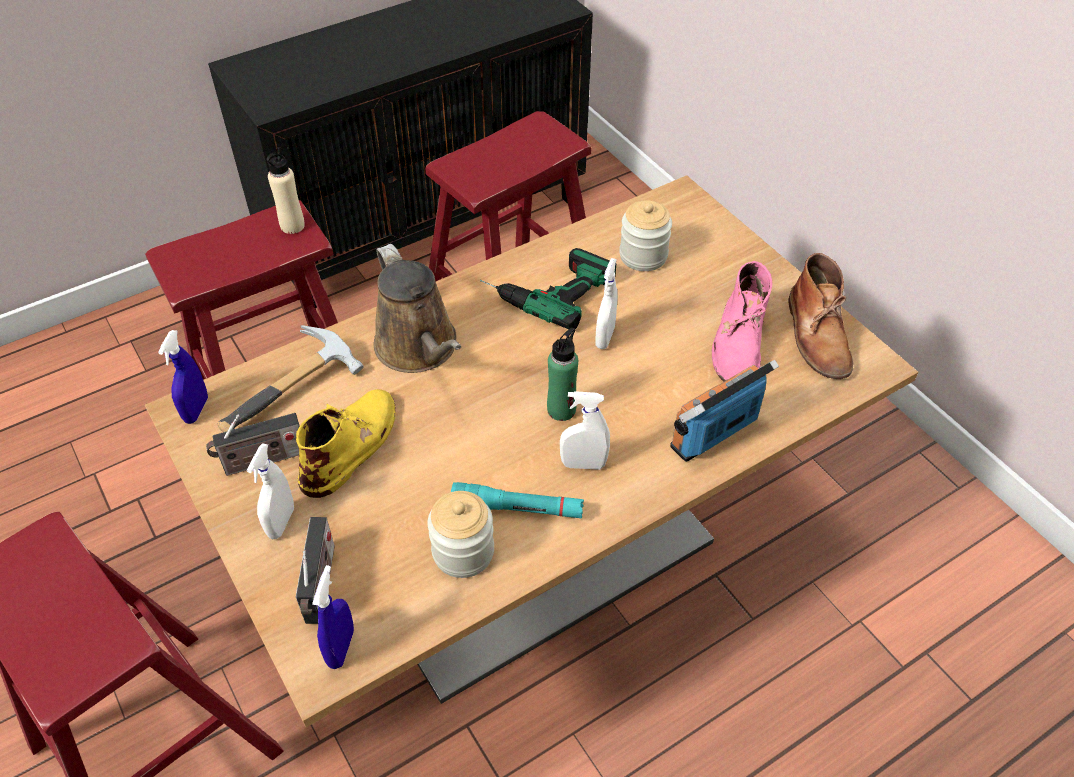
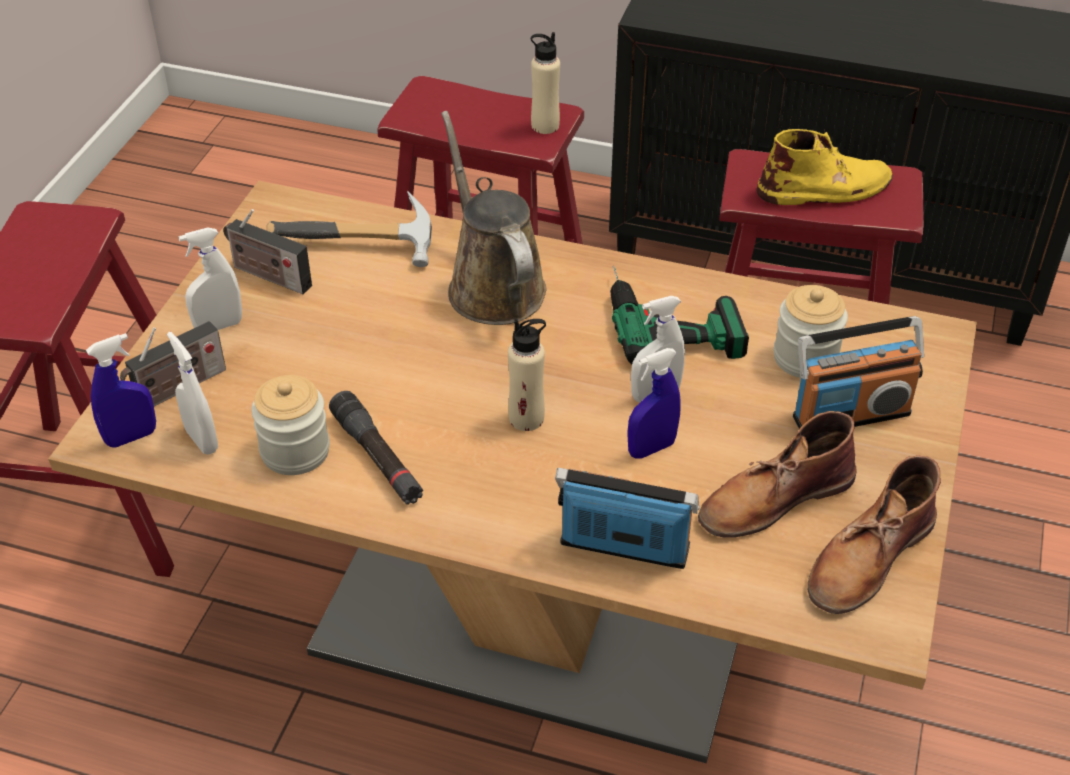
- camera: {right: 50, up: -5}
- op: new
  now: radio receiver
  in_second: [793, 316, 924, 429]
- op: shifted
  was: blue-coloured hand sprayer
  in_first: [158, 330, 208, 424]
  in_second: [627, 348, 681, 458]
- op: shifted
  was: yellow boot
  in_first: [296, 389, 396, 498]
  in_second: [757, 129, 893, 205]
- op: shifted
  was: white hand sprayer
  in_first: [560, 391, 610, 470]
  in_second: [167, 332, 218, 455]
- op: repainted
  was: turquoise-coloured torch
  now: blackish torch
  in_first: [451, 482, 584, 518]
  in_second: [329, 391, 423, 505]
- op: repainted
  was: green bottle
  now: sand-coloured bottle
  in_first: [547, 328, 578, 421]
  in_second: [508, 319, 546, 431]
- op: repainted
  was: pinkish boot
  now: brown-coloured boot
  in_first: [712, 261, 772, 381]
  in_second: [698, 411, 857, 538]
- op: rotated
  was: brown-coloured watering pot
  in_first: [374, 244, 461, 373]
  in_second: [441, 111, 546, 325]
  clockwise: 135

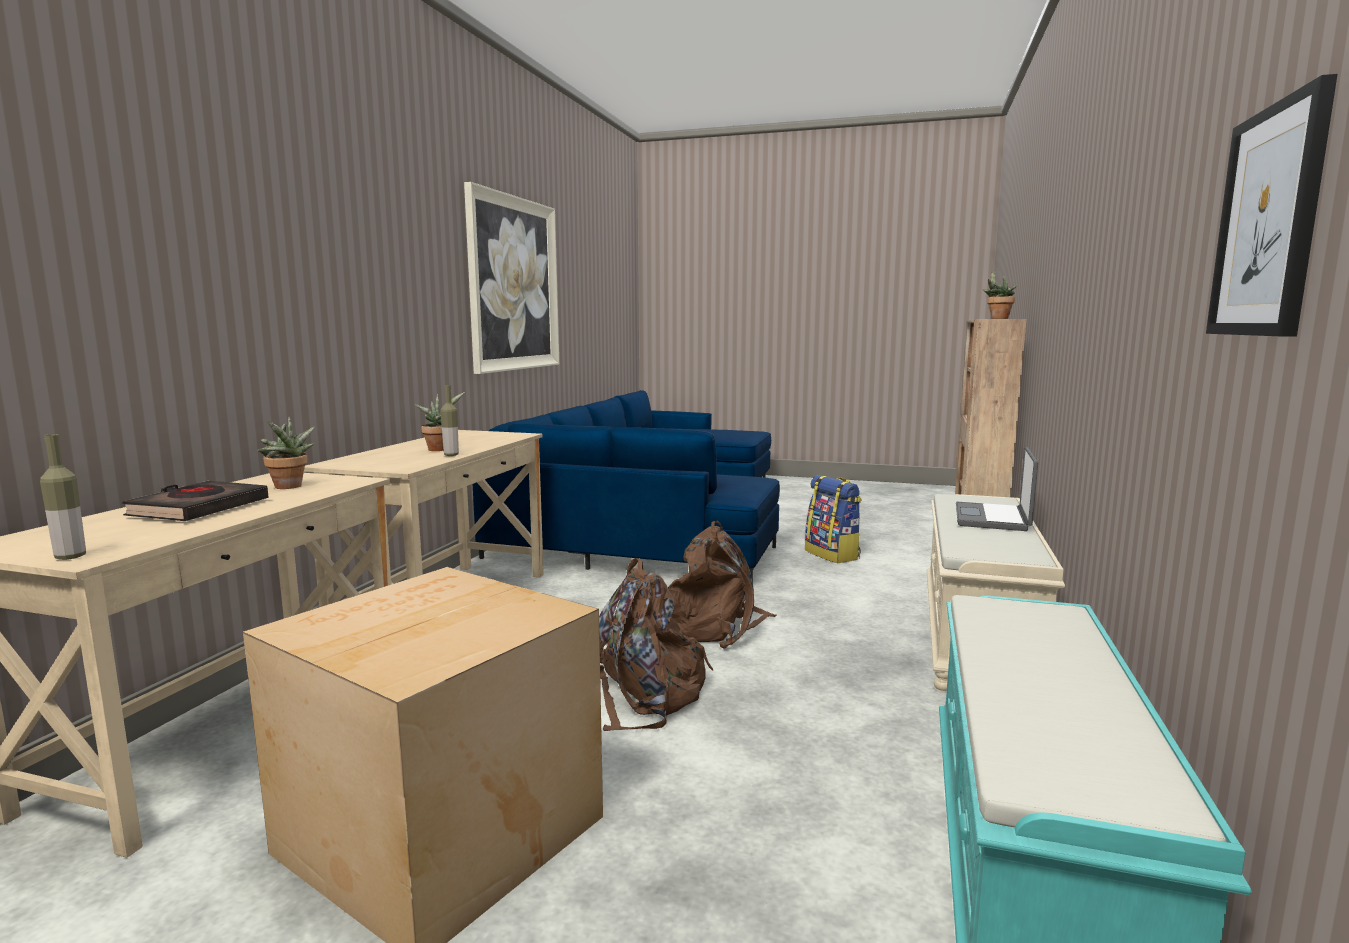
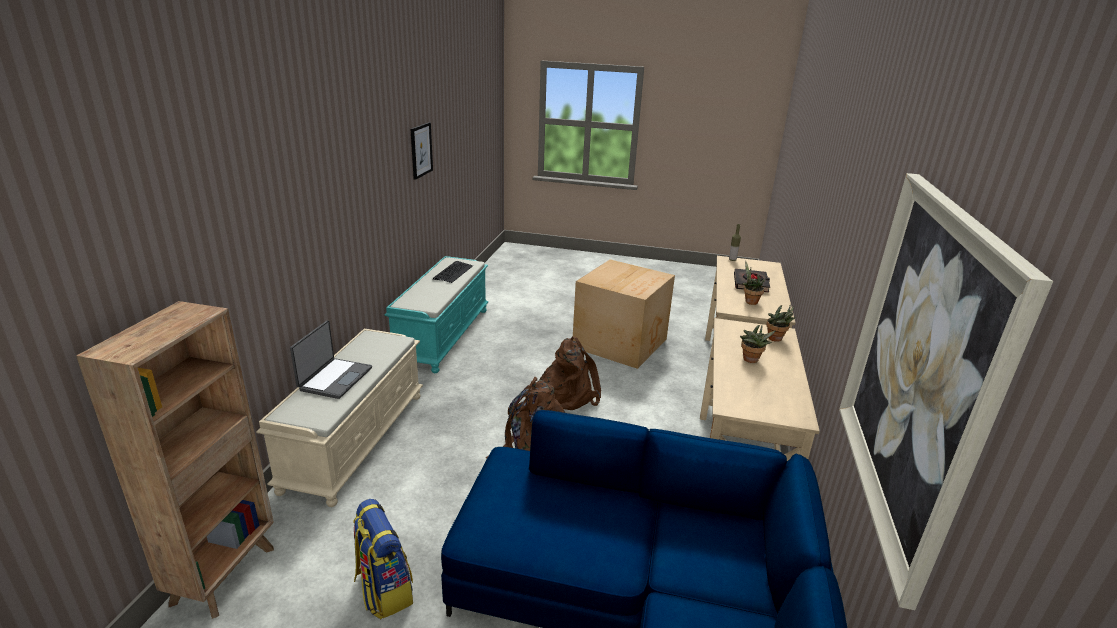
- camera: {right: 175, up: 15}
- op: gone
  was: bottle
  in_first: [440, 385, 459, 456]
- op: new
  now: computer keyboard
  in_second: [433, 261, 473, 283]
- op: shifted
  was: potted plant
  in_first: [983, 270, 1017, 319]
  in_second: [766, 304, 796, 342]

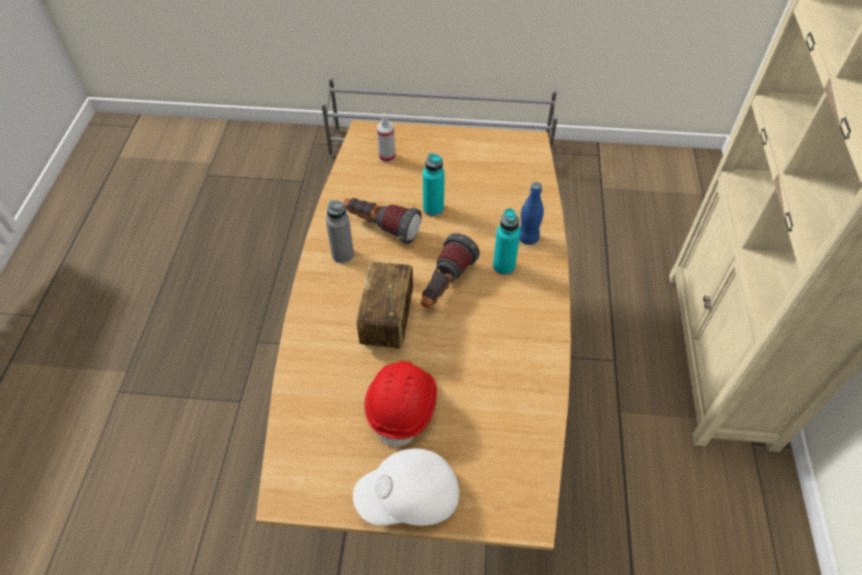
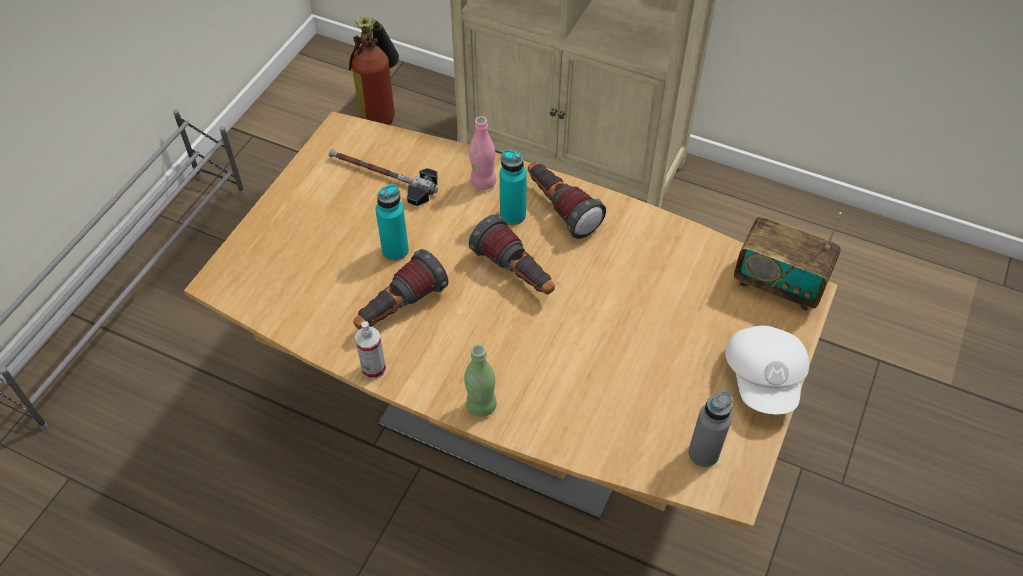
- camera: {right: -70, up: 0}
- op: gone
  was: red-coloured work helmet
  in_first: [364, 361, 437, 449]
- op: new
  now: tool hammer
  in_second: [329, 149, 438, 206]
- op: new
  now: fire-fighting cylinder
  in_second: [349, 16, 399, 125]
- op: new
  now: green bottle
  in_second: [464, 344, 497, 417]
- op: new
  now: torch
  in_second: [528, 162, 606, 239]
- op: shifted
  was: greyish bottle
  in_first: [326, 200, 354, 263]
  in_second: [688, 390, 733, 467]
- op: shifted
  was: radio receiver
  in_first: [357, 261, 413, 350]
  in_second: [734, 212, 842, 311]
- op: shifted
  was: hand sprayer
  in_first: [377, 113, 396, 163]
  in_second: [355, 321, 386, 379]
- op: repainted
  was: blue-coloured bottle
  now: pinkish bottle
  in_first: [519, 182, 544, 245]
  in_second: [469, 116, 496, 190]

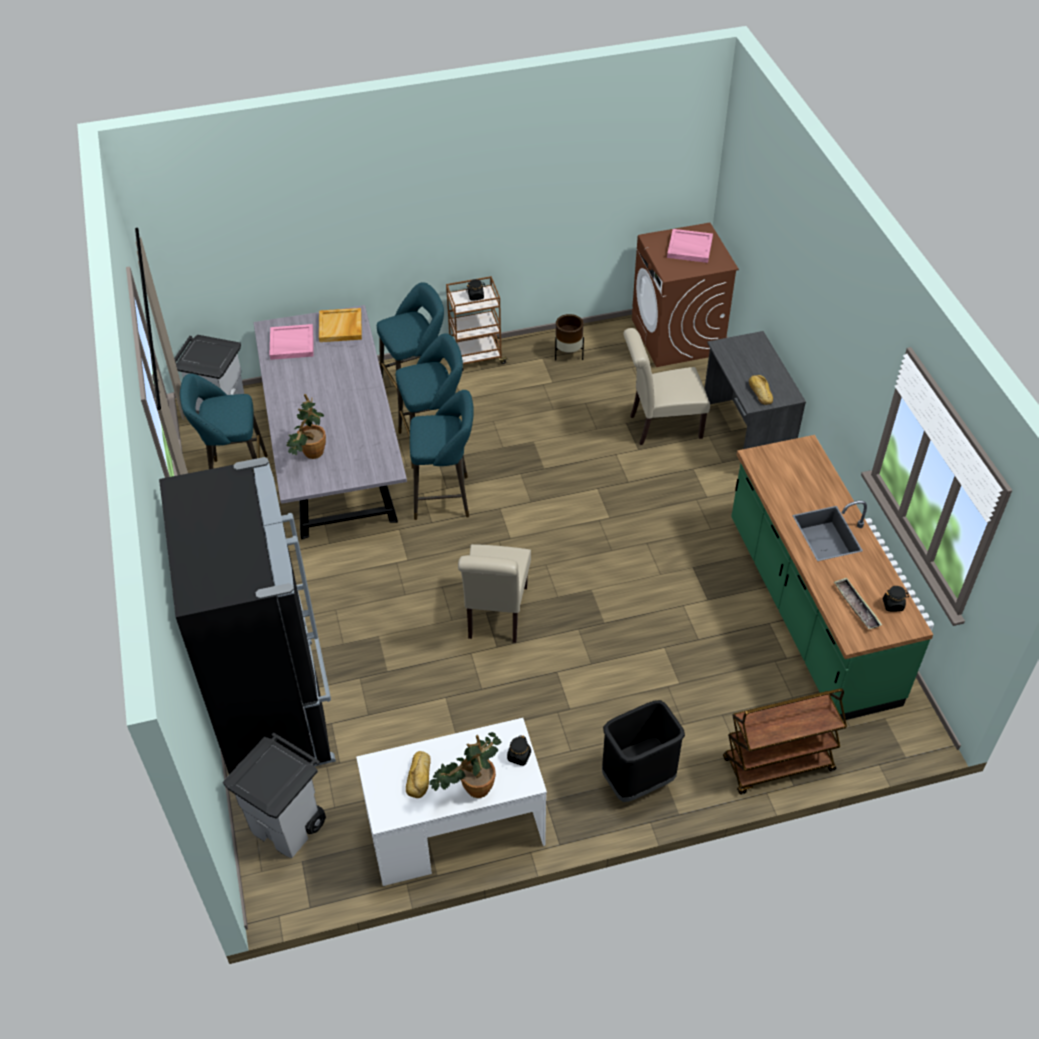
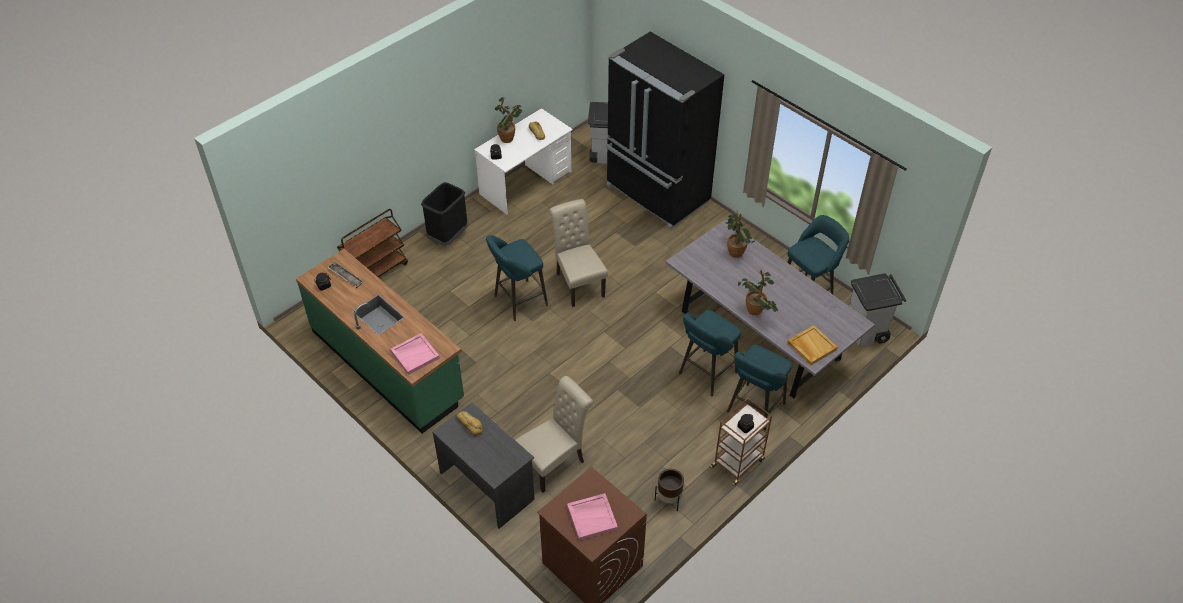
- camera: {right: 150, up: 0}
- op: new
  now: potted plant
  in_second: [738, 270, 778, 315]
- op: shifted
  was: pinkish tray
  in_first: [269, 324, 313, 360]
  in_second: [390, 333, 440, 375]
- op: shifted
  was: turquoise-coloured stool
  in_first: [410, 390, 474, 520]
  in_second: [486, 235, 548, 321]

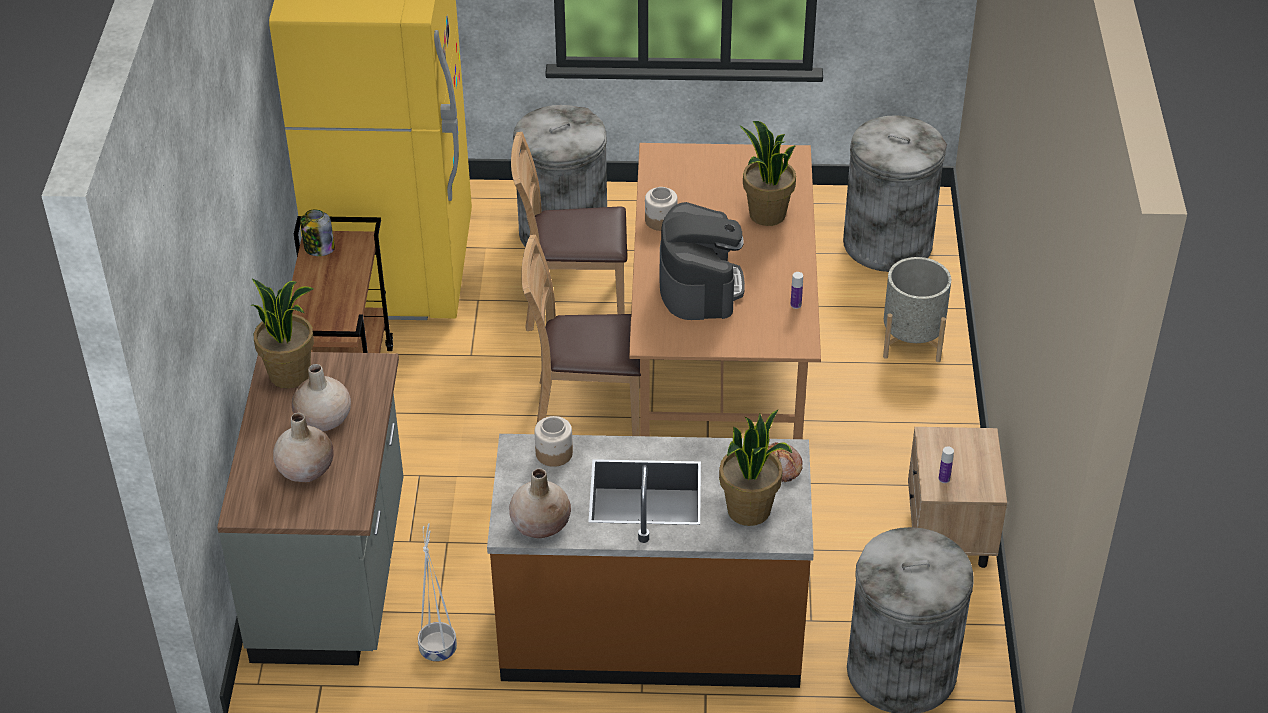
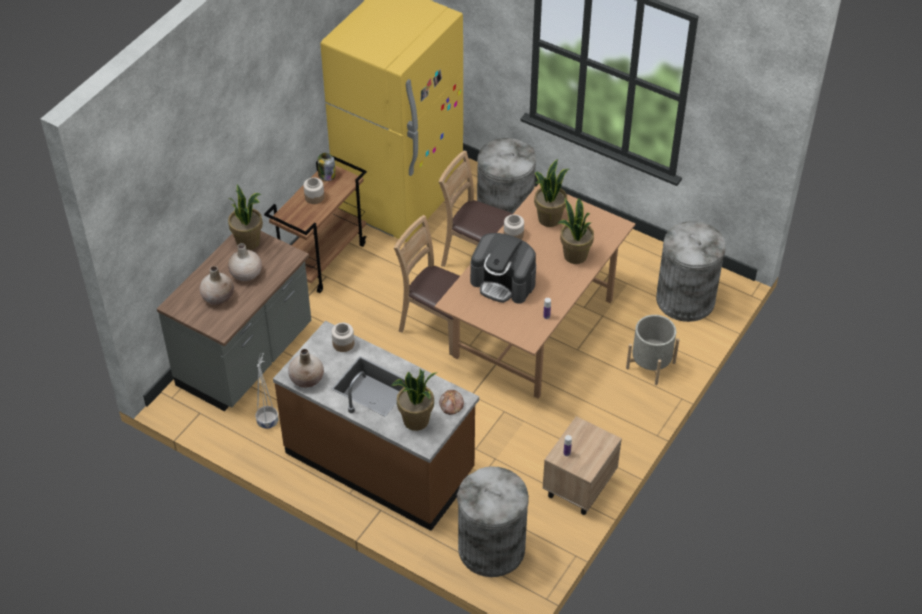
- camera: {right: 30, up: 5}
- op: new
  now: storage jar
  in_second: [304, 178, 324, 204]
- op: new
  now: potted plant
  in_second: [534, 159, 569, 227]
- op: rotated
  was: coffee brewer
  in_first: [660, 202, 745, 320]
  in_second: [470, 233, 536, 304]
  clockwise: 90

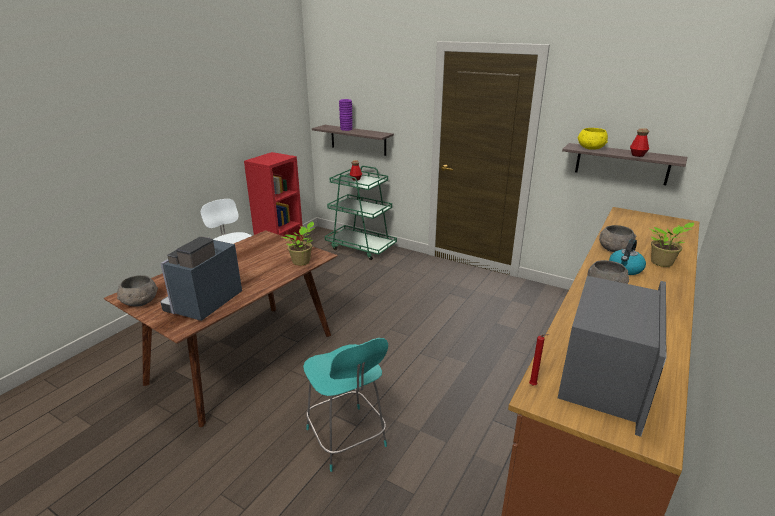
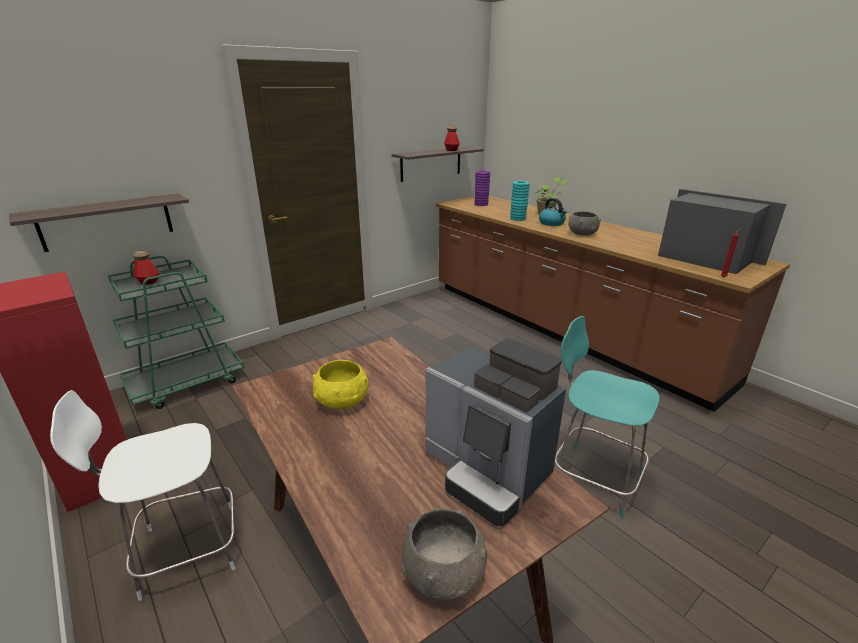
- camera: {right: -70, up: 0}
- op: gone
  was: potted plant
  in_first: [282, 221, 315, 265]
- op: shifted
  was: purple decorative vase
  in_first: [339, 99, 353, 131]
  in_second: [474, 170, 490, 206]
- op: shifted
  was: yellow deep dish
  in_first: [578, 128, 608, 150]
  in_second: [312, 360, 368, 409]
- op: swapped
  was: greyish deep dish
  now: turquoise-coloured decorative vase
  in_first: [599, 225, 636, 252]
  in_second: [510, 181, 530, 221]
- op: rotated
  was: turquoise-coloured upright chair
  in_first: [303, 338, 388, 472]
  in_second: [555, 316, 659, 518]
  clockwise: -135

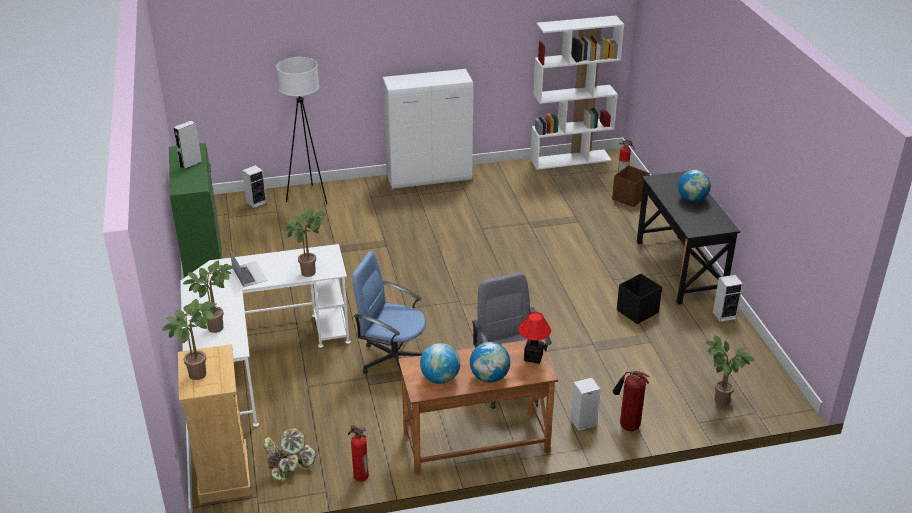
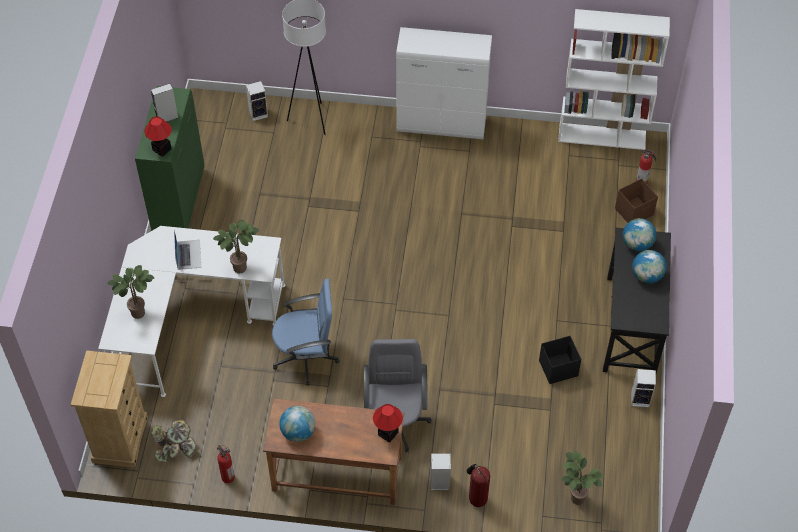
- camera: {right: 20, up: 20}
- op: gone
  was: potted plant
  in_first: [162, 299, 216, 380]
- op: new
  now: table lamp
  in_second: [144, 116, 172, 157]
- op: shifted
  was: desk globe
  in_first: [470, 342, 510, 383]
  in_second: [623, 218, 656, 251]
- op: rotated
  was: blue-coloured computer chair
  in_first: [352, 251, 426, 374]
  in_second: [272, 279, 340, 386]
  clockwise: 135

